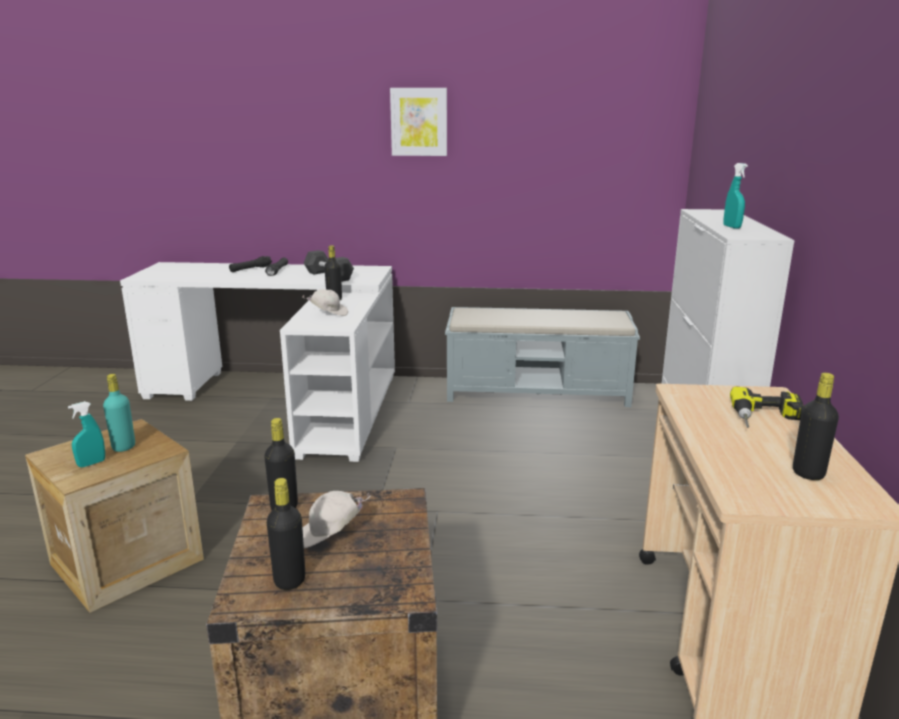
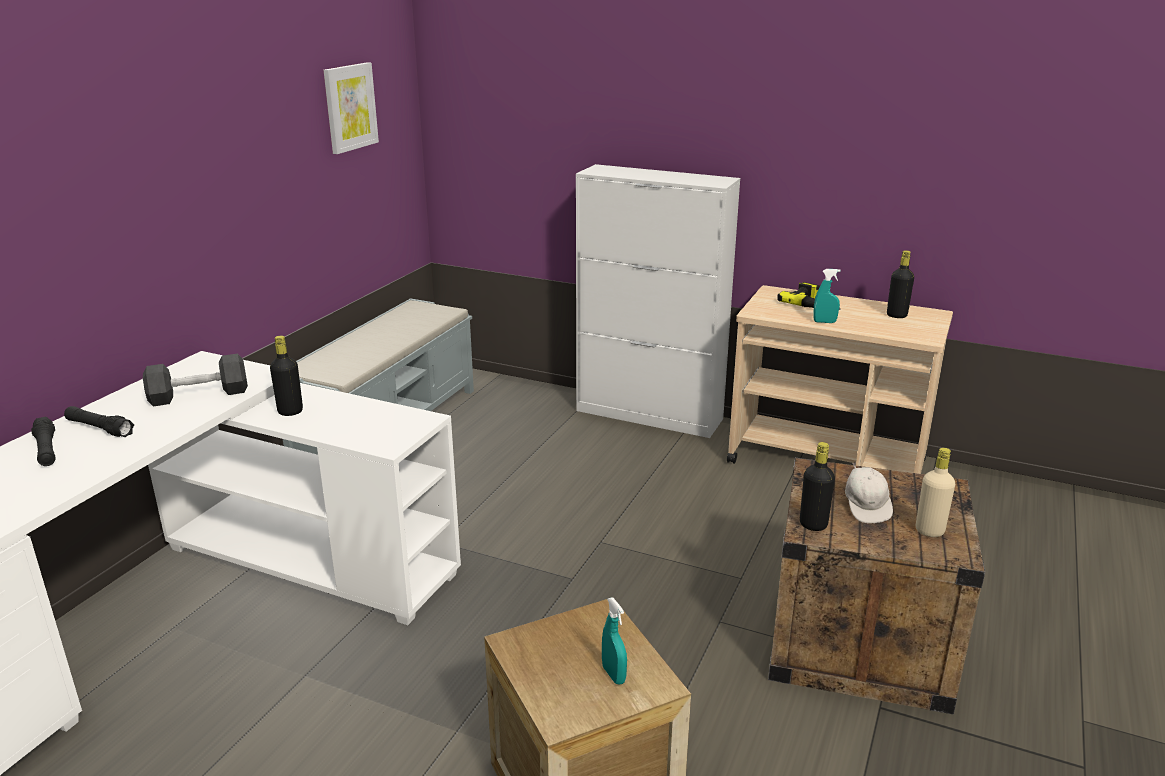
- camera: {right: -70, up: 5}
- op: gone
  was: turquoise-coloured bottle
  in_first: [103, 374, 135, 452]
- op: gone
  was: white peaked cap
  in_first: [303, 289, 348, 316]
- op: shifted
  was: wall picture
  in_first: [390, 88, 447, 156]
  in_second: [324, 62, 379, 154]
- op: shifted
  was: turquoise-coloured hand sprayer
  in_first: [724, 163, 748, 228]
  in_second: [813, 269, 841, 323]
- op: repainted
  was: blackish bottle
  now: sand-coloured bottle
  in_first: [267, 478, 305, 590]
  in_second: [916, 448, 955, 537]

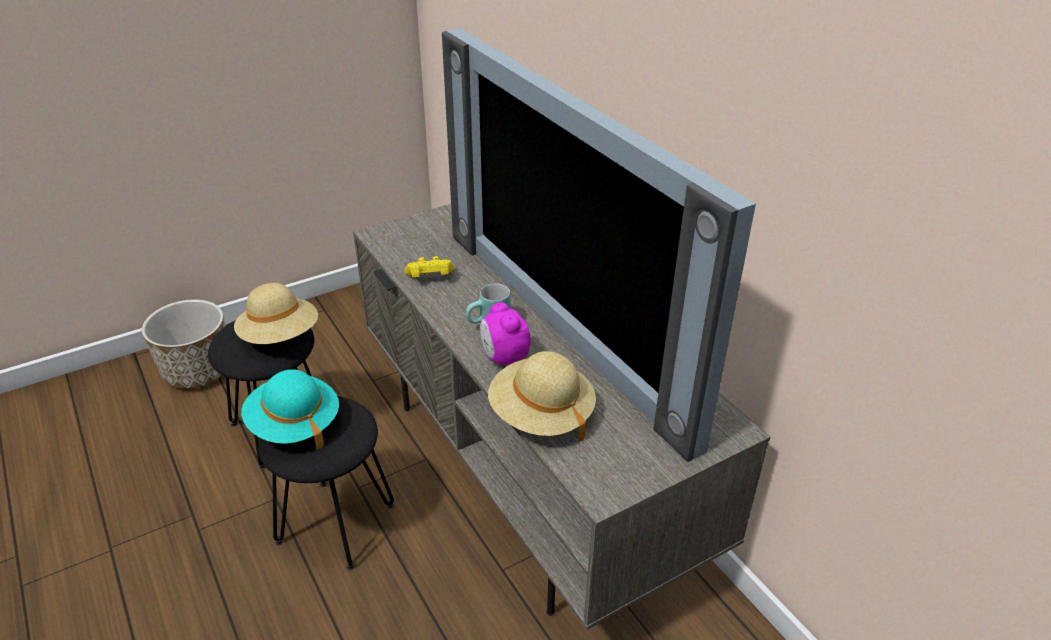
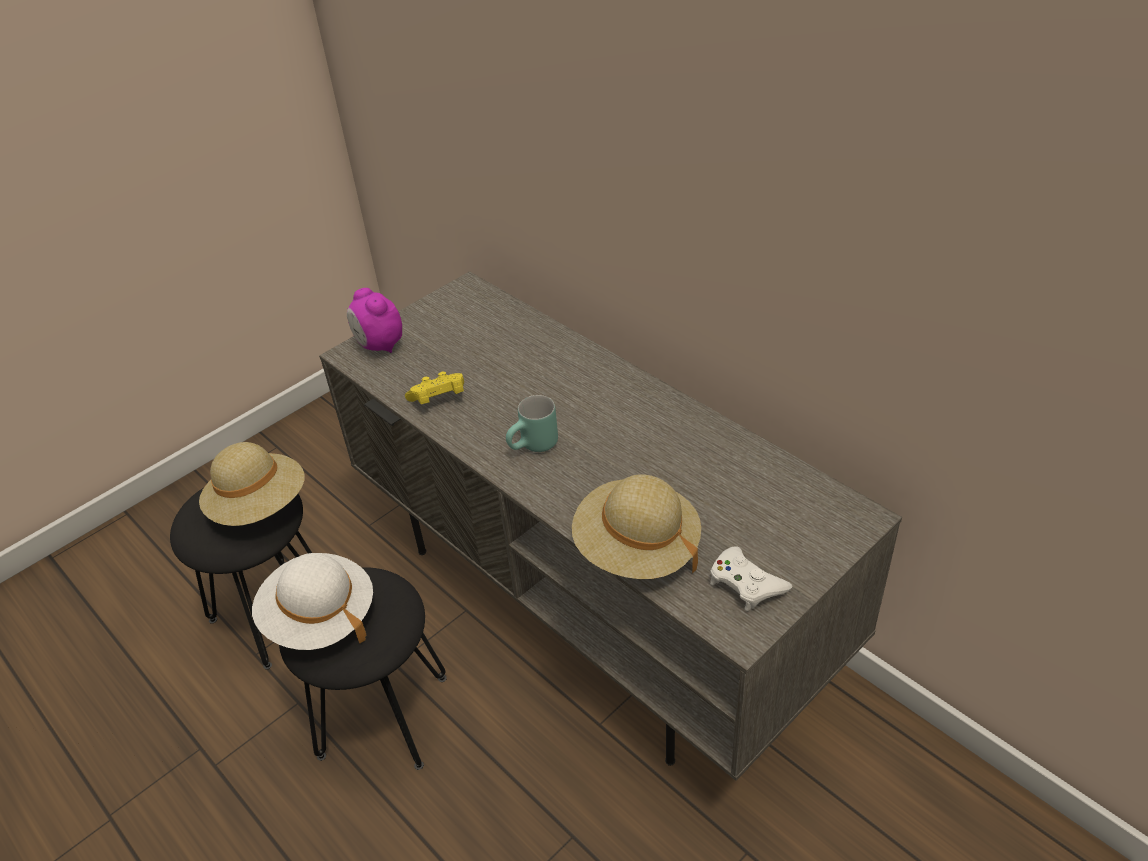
- camera: {right: -10, up: 5}
- op: gone
  was: plant pot
  in_first: [142, 300, 225, 389]
- op: gone
  was: TV
  in_first: [442, 28, 756, 462]
- op: new
  now: white game controller
  in_second: [710, 546, 792, 611]
- op: shifted
  was: bedside clock
  in_first: [480, 303, 531, 365]
  in_second: [347, 288, 402, 353]
- op: repainted
  was: turquoise-coloured wearable hat
  now: white wearable hat
  in_first: [241, 369, 339, 449]
  in_second: [252, 553, 373, 650]

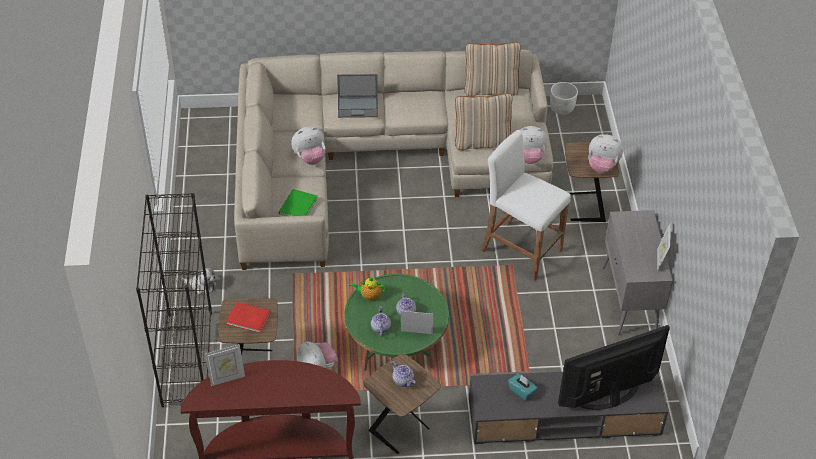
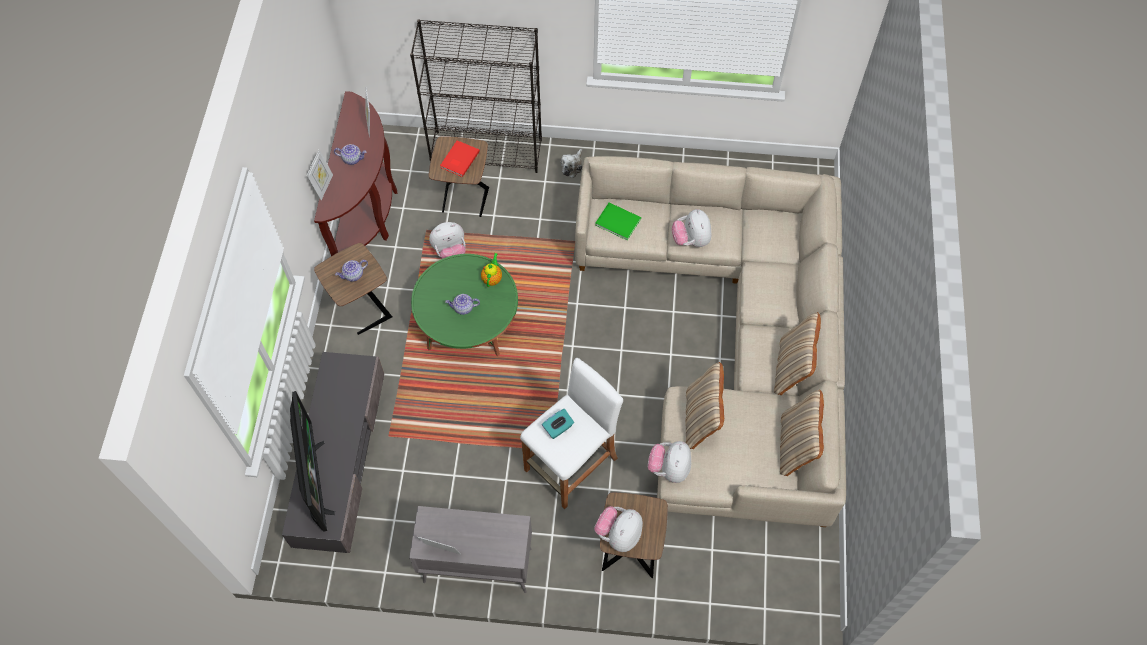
- camera: {right: 100, up: 15}
- op: gone
  was: notebook computer
  in_first: [337, 74, 378, 118]
- op: gone
  was: white plant pot
  in_first: [550, 82, 578, 115]
- op: new
  now: sand-coloured throw pillow
  in_second: [774, 312, 821, 395]
- op: shifted
  was: teapot
  in_first: [371, 306, 391, 337]
  in_second: [334, 144, 366, 165]
- op: shifted
  was: photo frame
  in_first: [401, 311, 433, 334]
  in_second: [307, 150, 333, 200]
- op: shifted
  was: turquoise-coloured tissue holder
  in_first: [508, 374, 537, 400]
  in_second: [542, 409, 574, 439]

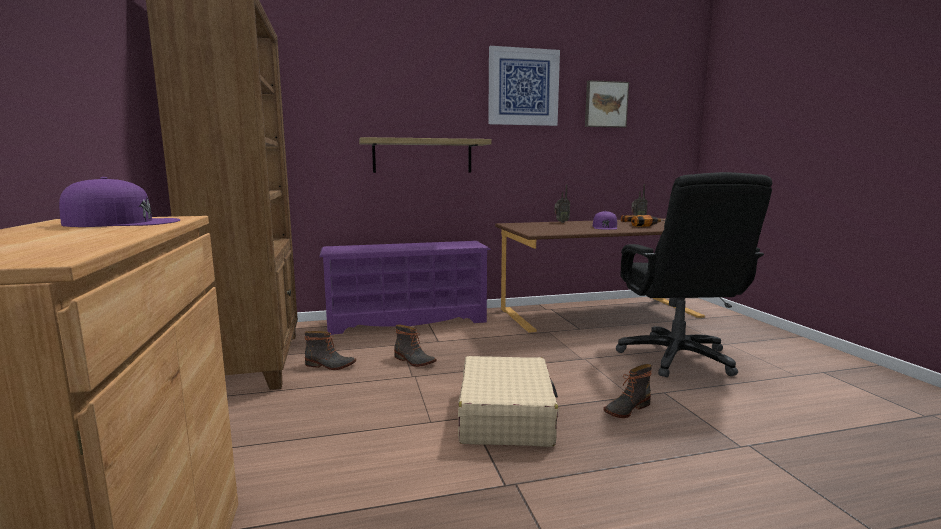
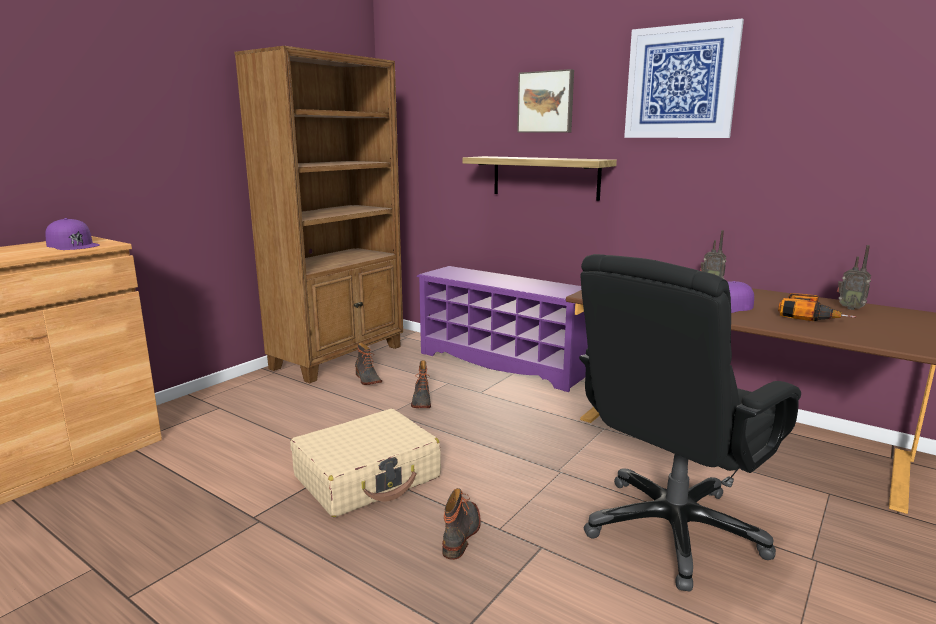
- camera: {right: 50, up: 5}
- op: shifted
  was: wall picture
  in_first: [585, 80, 629, 128]
  in_second: [517, 69, 574, 133]
- op: rotated
  was: boot
  in_first: [603, 364, 652, 418]
  in_second: [442, 488, 481, 560]
  clockwise: 90

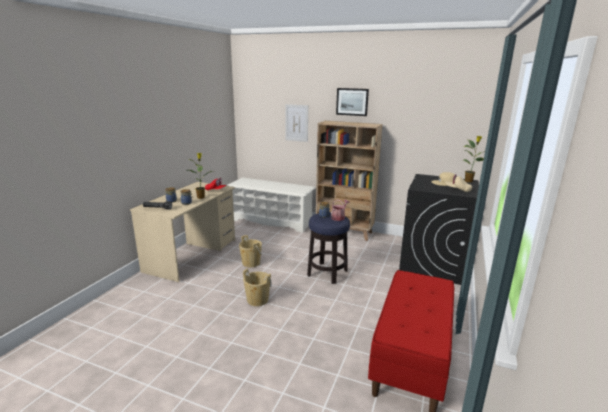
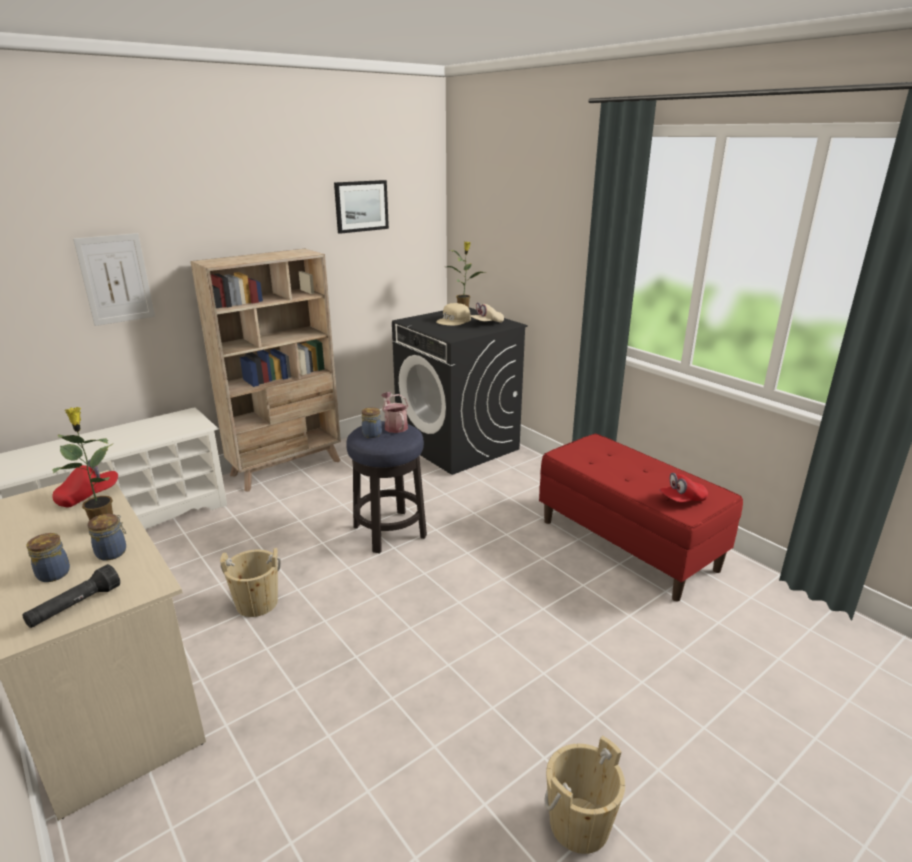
- camera: {right: -60, up: 5}
- op: new
  now: red-coloured peaked cap
  in_second: [659, 473, 708, 503]
- op: shifted
  was: sand-coloured pail
  in_first: [243, 269, 272, 306]
  in_second: [545, 736, 625, 854]
- op: shifted
  was: wall picture
  in_first: [336, 88, 369, 116]
  in_second: [334, 180, 389, 234]

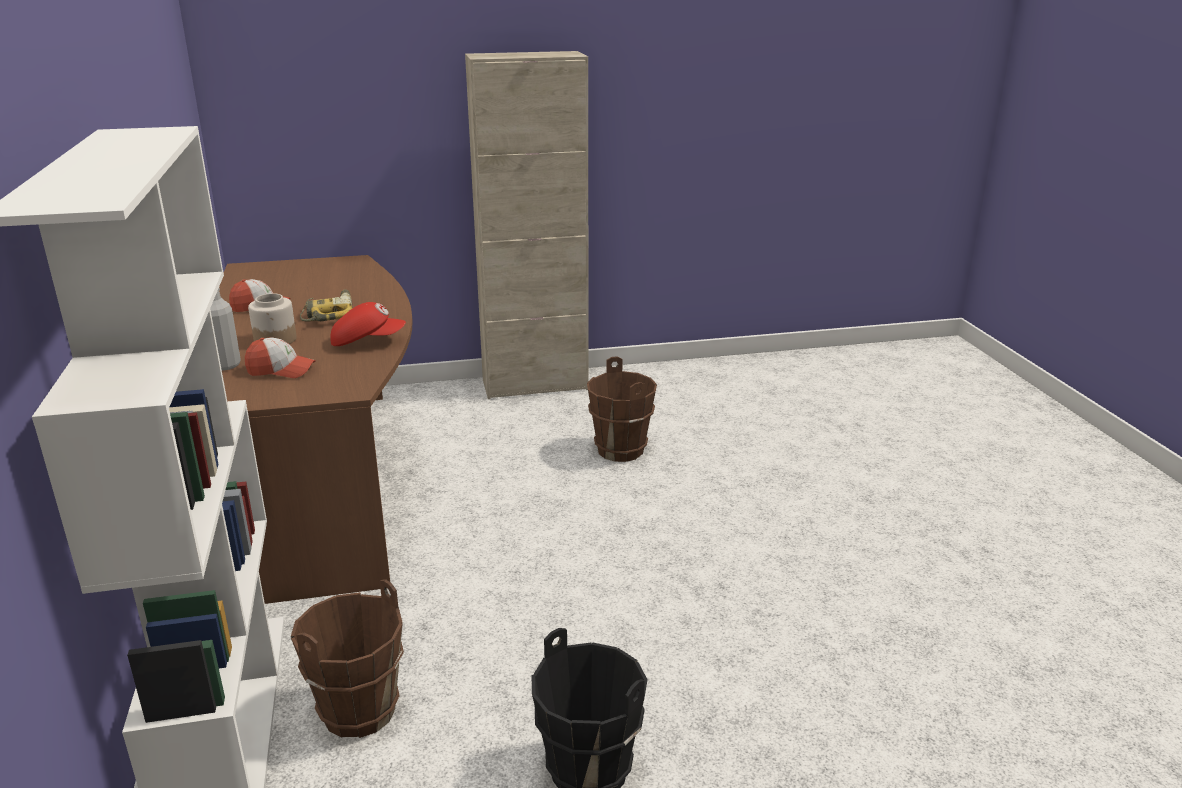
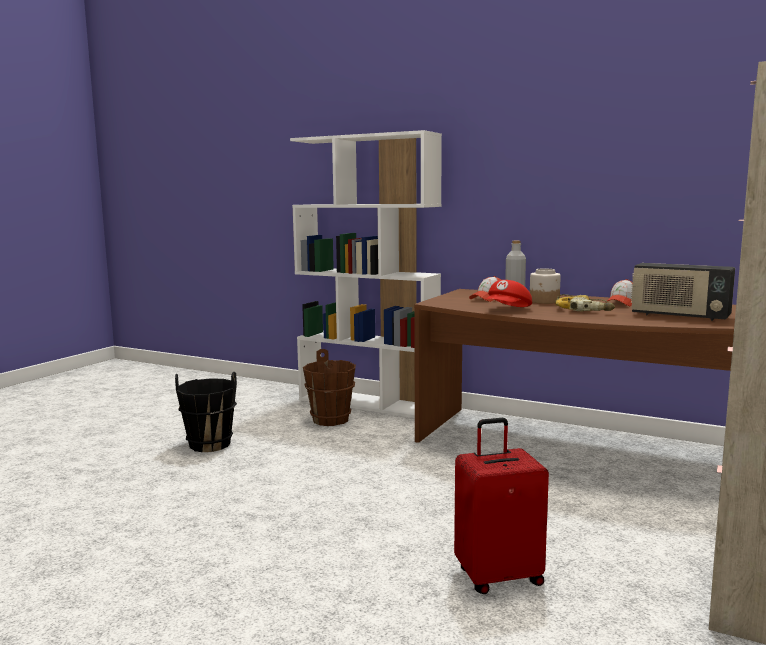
- camera: {right: 130, up: -15}
- op: new
  now: radio receiver
  in_second: [631, 263, 735, 321]
- op: swapped
  was: brown-coloured pail
  now: red-coloured suitcase
  in_first: [587, 357, 657, 462]
  in_second: [454, 418, 549, 594]

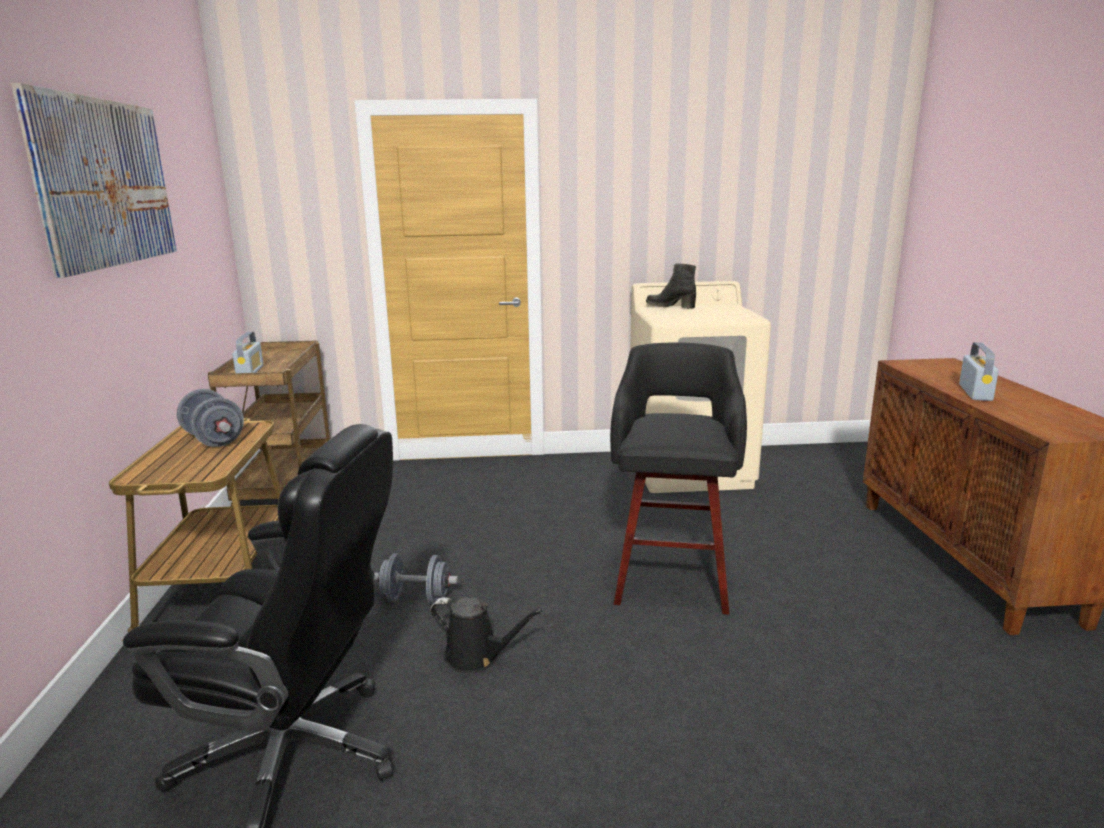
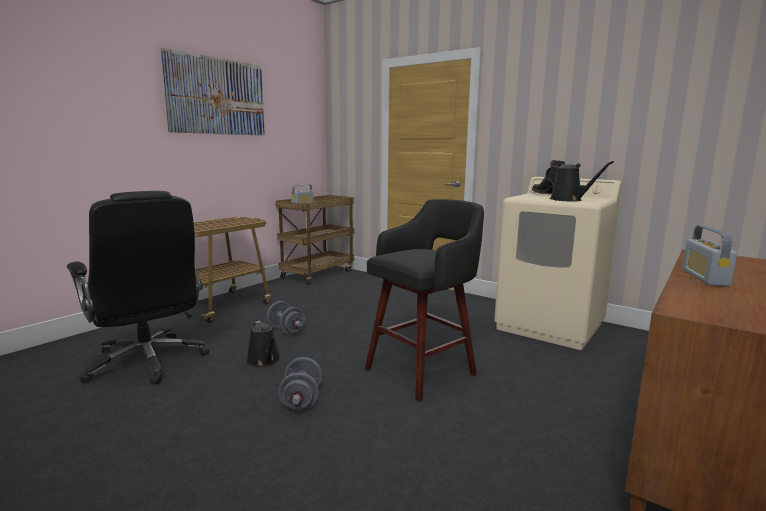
- camera: {right: 40, up: -5}
- op: new
  now: blackish watering pot
  in_second: [546, 161, 614, 202]
- op: shifted
  was: greyish hand weight
  in_first: [177, 389, 244, 447]
  in_second: [279, 357, 322, 410]
- op: rotated
  was: radio receiver
  in_first: [959, 342, 999, 401]
  in_second: [682, 226, 737, 287]
  clockwise: 135

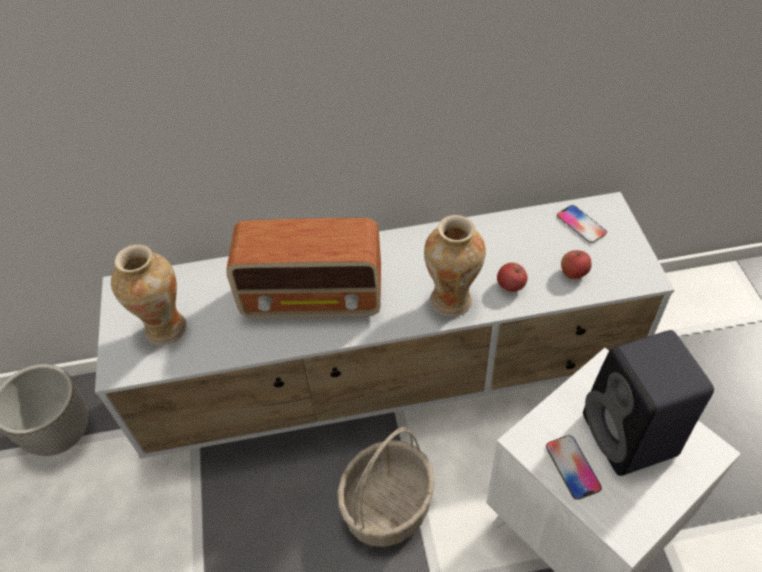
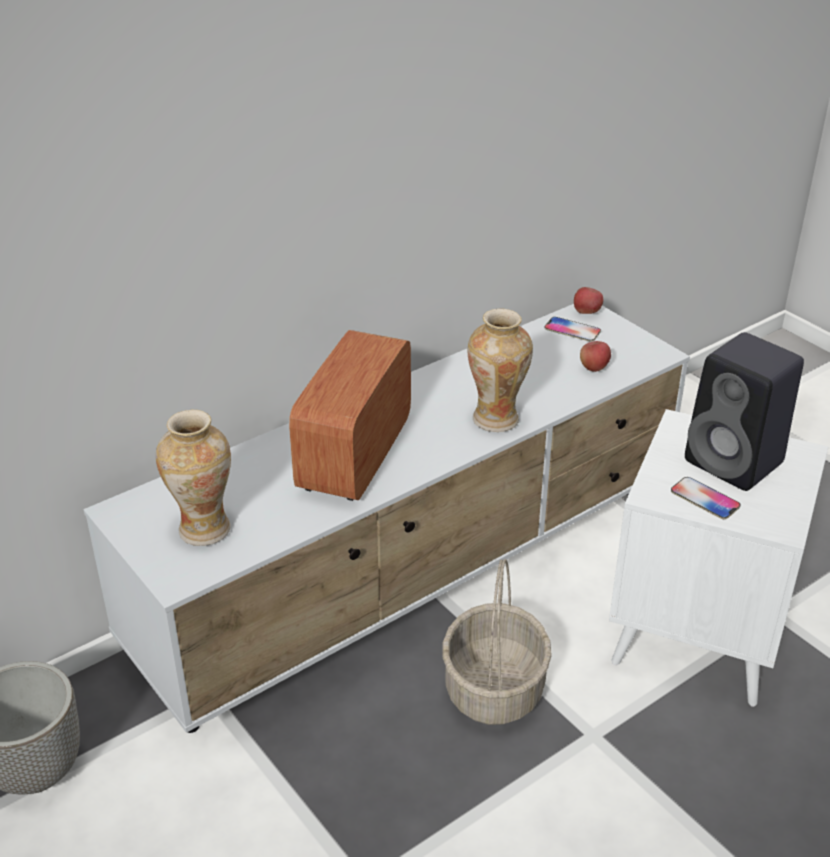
- camera: {right: -30, up: -15}
- op: shifted
  was: whole apple
  in_first: [497, 263, 528, 292]
  in_second: [574, 287, 603, 314]
- op: rotated
  was: radio receiver
  in_first: [226, 218, 381, 318]
  in_second: [289, 330, 411, 501]
  clockwise: 135

